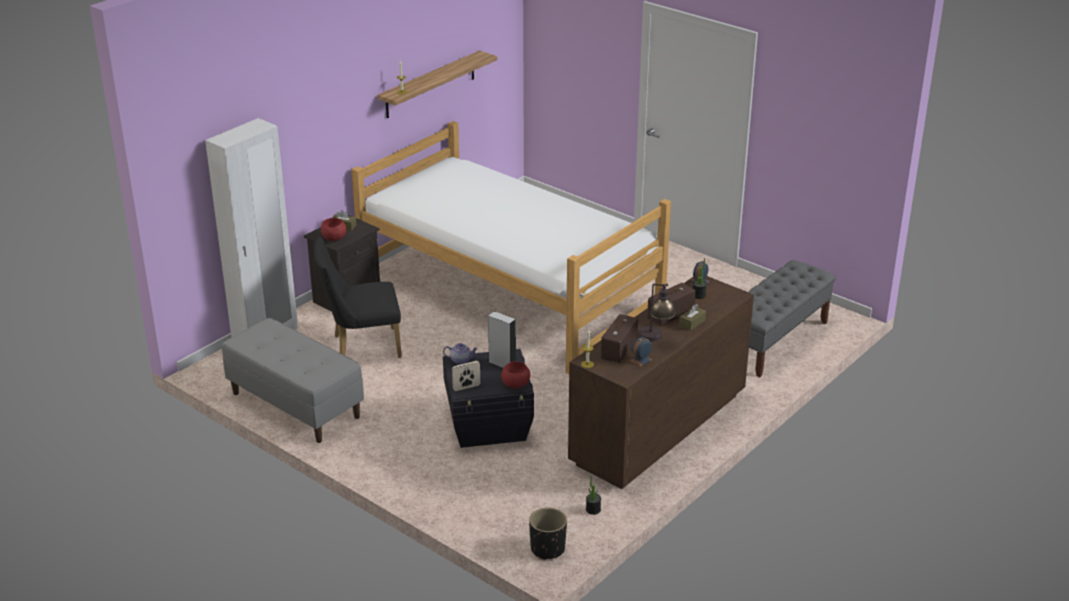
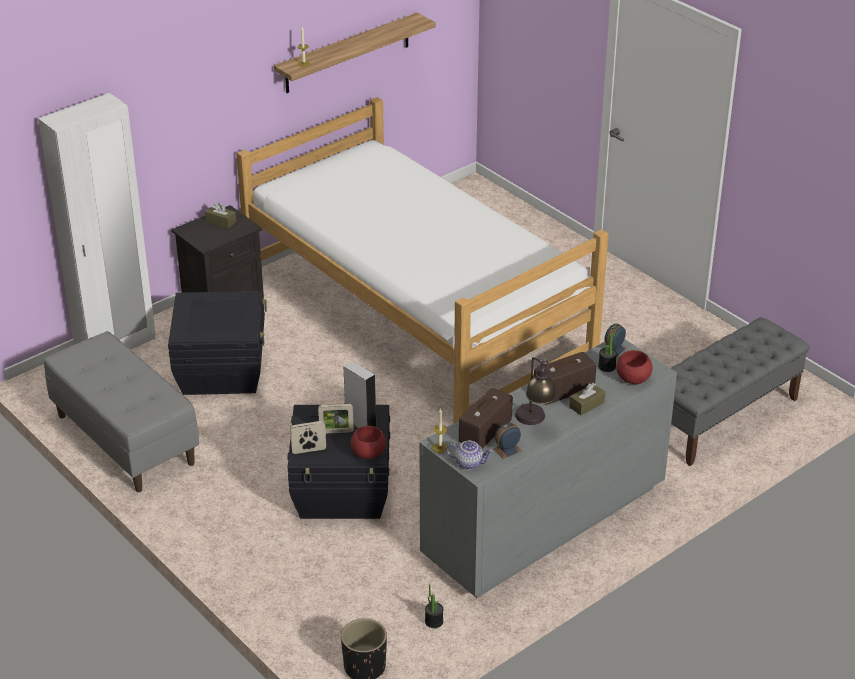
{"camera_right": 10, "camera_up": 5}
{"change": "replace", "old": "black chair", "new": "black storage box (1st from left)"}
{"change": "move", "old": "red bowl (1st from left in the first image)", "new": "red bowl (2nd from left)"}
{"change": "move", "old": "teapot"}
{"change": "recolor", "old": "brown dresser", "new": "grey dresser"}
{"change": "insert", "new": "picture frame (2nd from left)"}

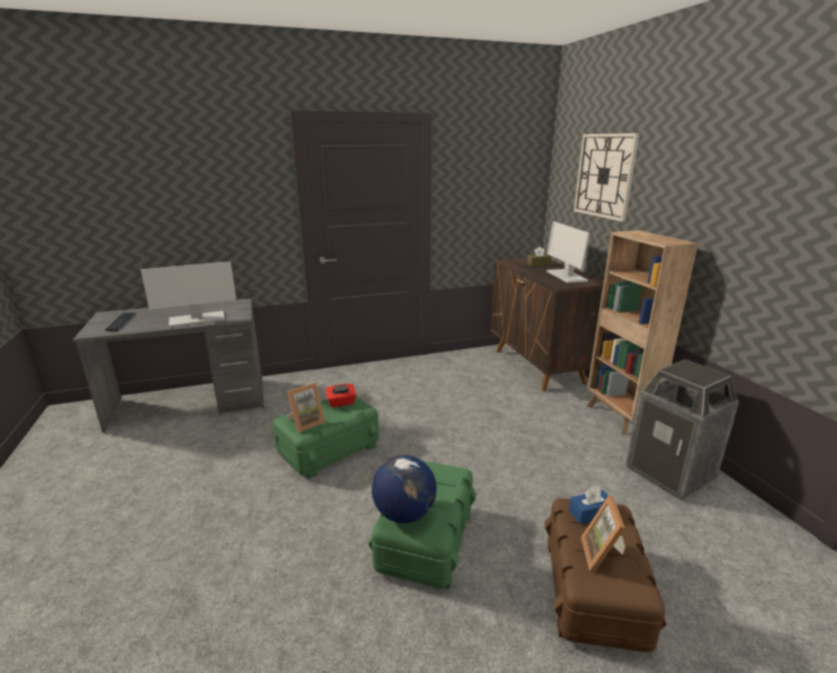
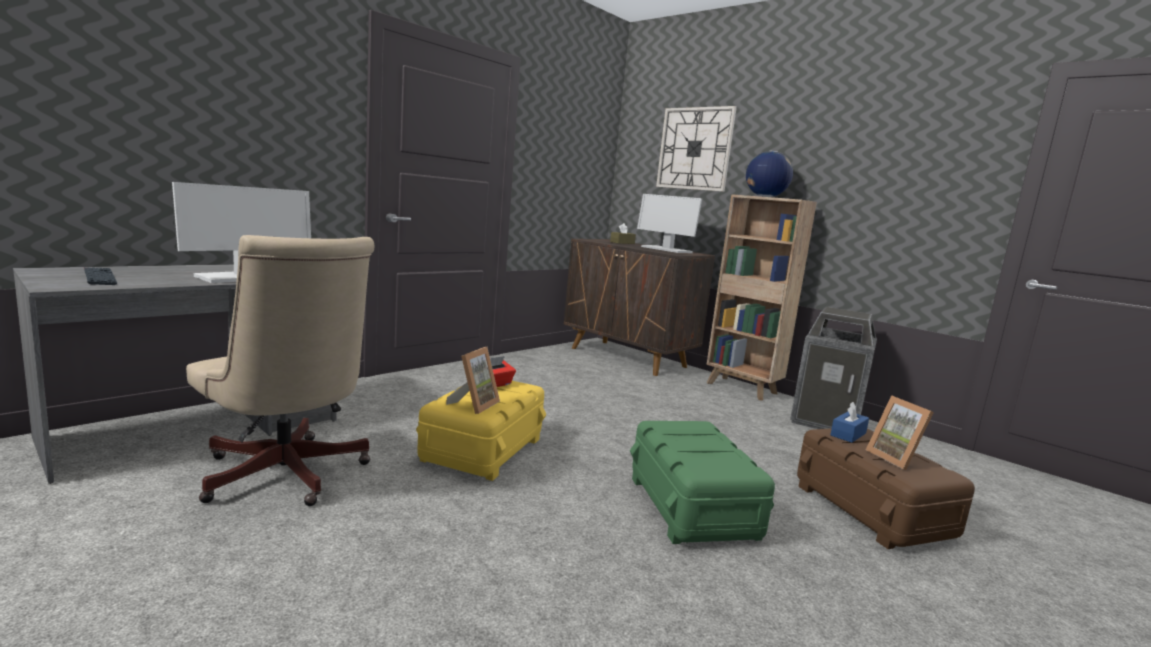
{"camera_right": -30, "camera_up": -10}
{"change": "recolor", "old": "green storage box (1st from left)", "new": "yellow storage box"}
{"change": "move", "old": "globe"}
{"change": "insert", "new": "beige office chair"}

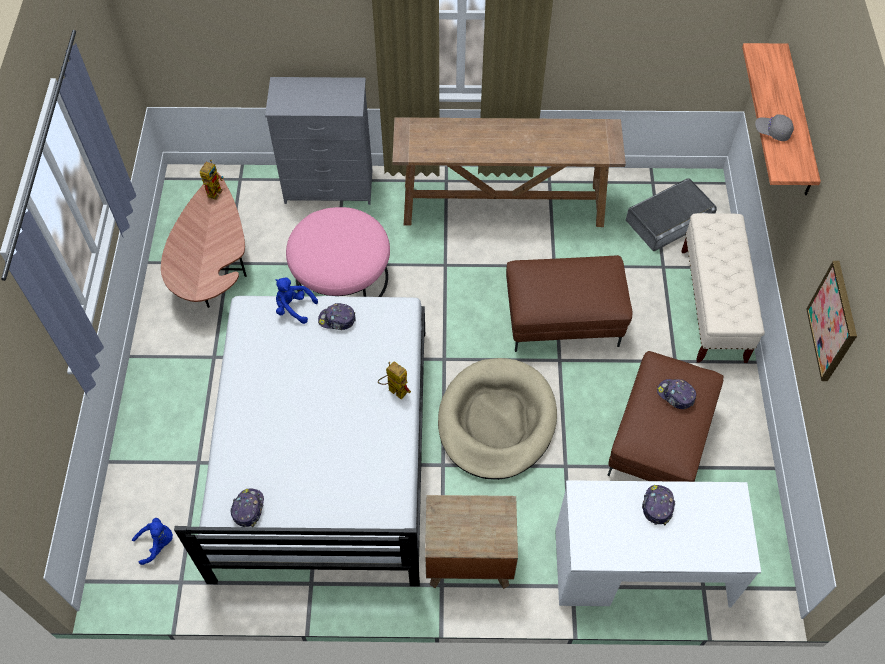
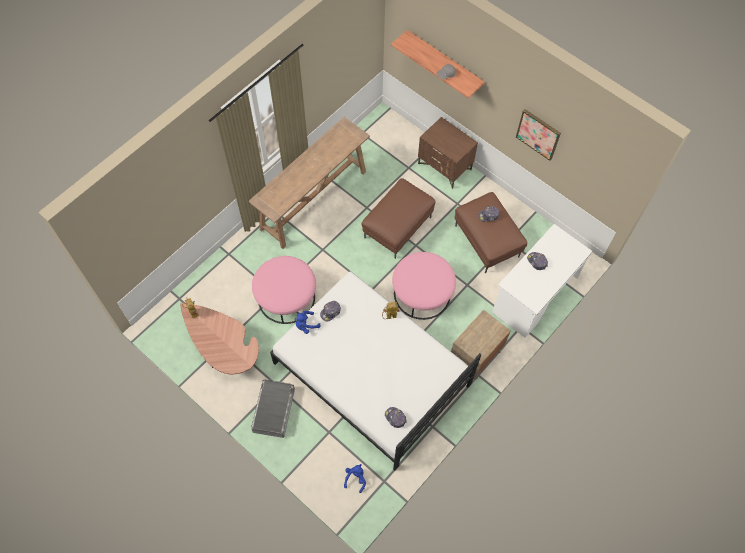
{"camera_right": -50, "camera_up": 5}
{"change": "delete", "old": "grey dresser"}
{"change": "replace", "old": "beige dog bed", "new": "pink ottoman (2nd from left)"}
{"change": "move", "old": "grey storage box"}
{"change": "replace", "old": "beige bench", "new": "brown nightstand (1st from left)"}

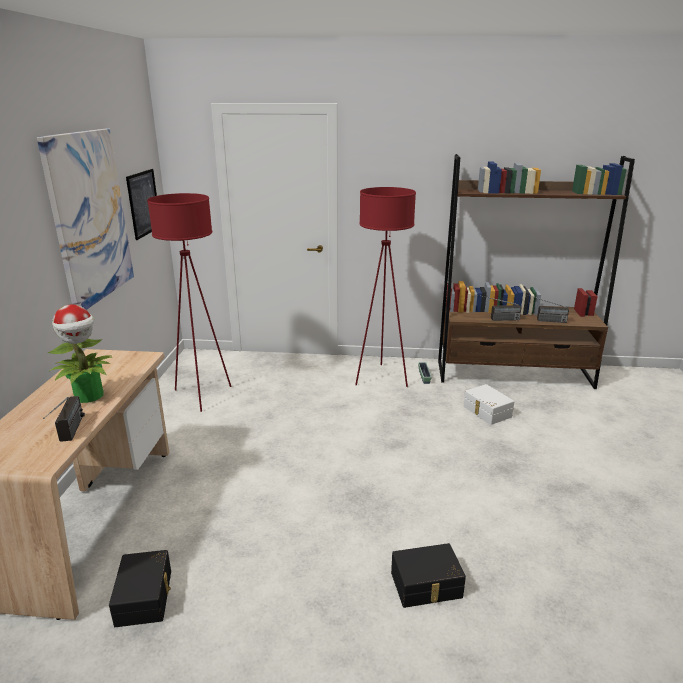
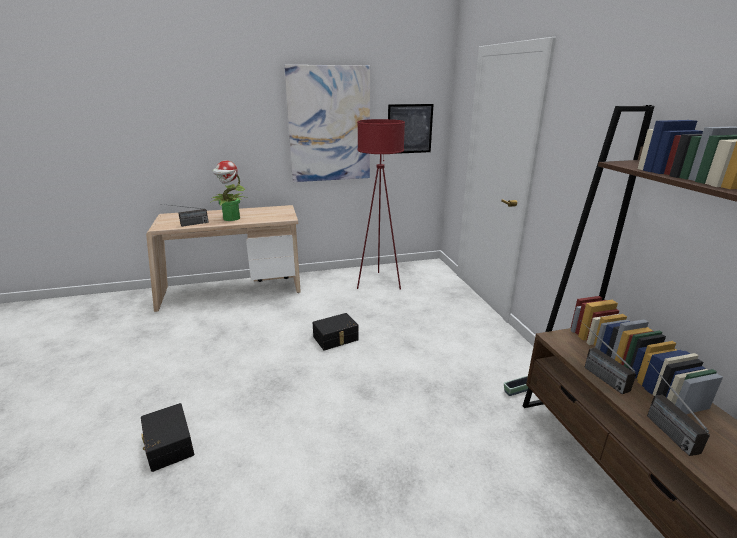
{"camera_right": 70, "camera_up": 0}
{"change": "move", "old": "black storage box (1st from left in the first image)", "new": "black storage box (2nd from left)"}
{"change": "delete", "old": "red floor lamp (2nd from left)"}
{"change": "delete", "old": "white storage box"}

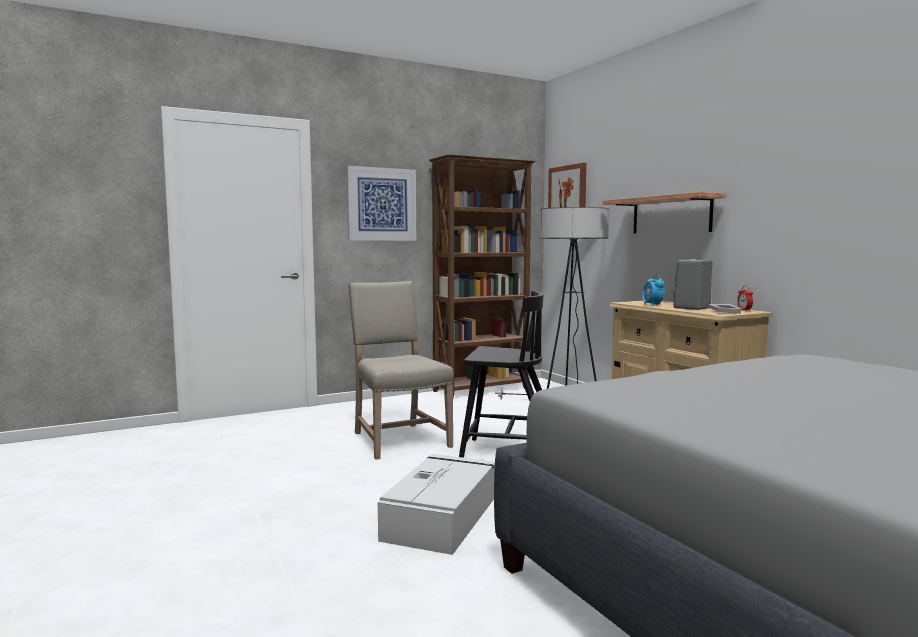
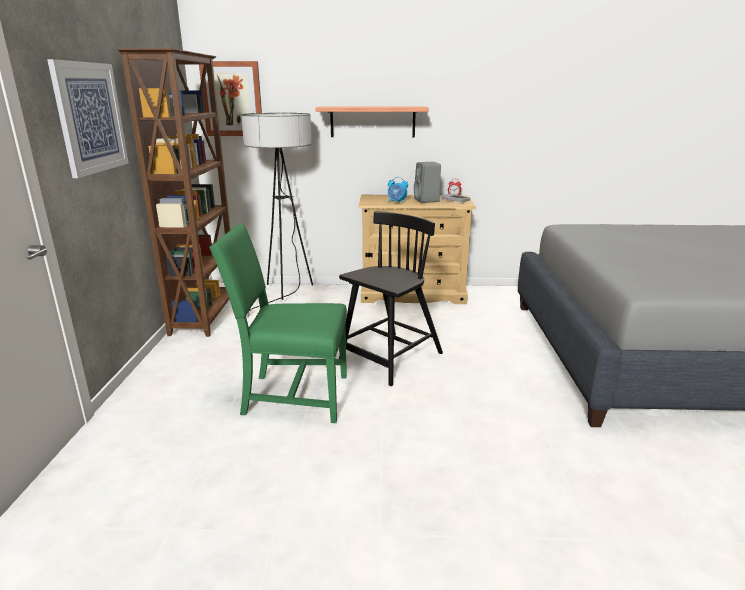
{"camera_right": -60, "camera_up": 15}
{"change": "recolor", "old": "beige chair", "new": "green chair"}
{"change": "delete", "old": "grey storage box"}

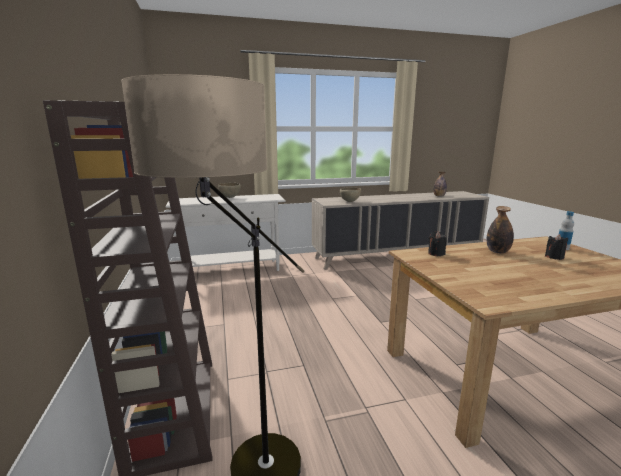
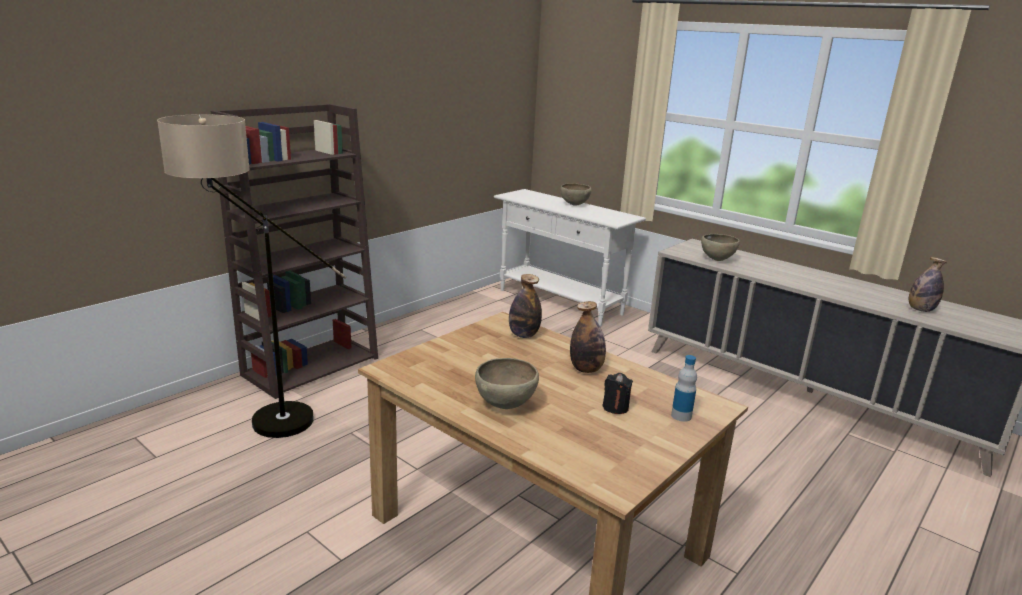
{"camera_right": 55, "camera_up": 5}
{"change": "replace", "old": "black candle (1st from left)", "new": "bottle (1st from left)"}
{"change": "insert", "new": "brown bowl (1st from left)"}

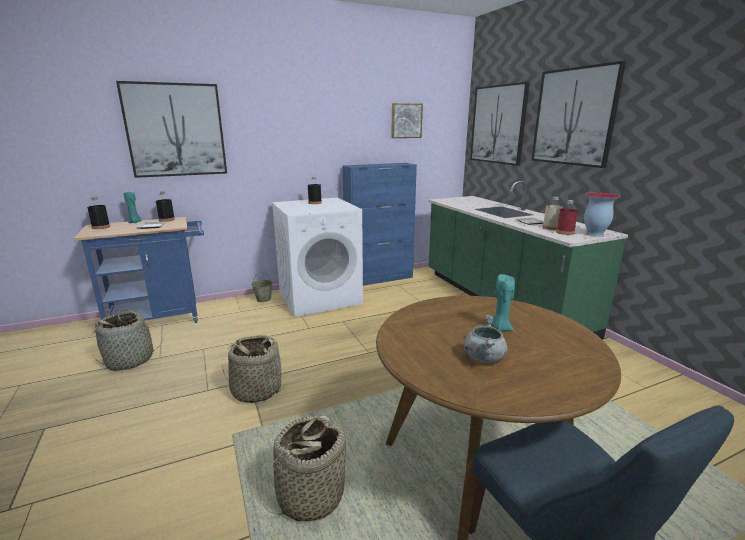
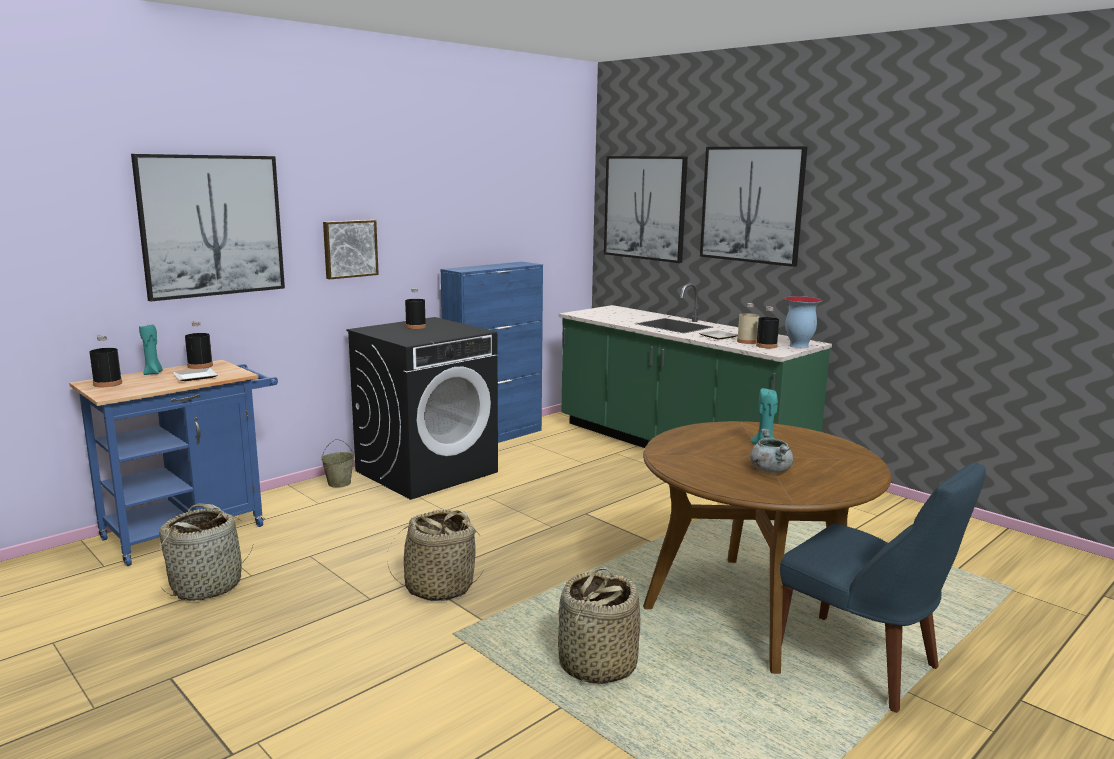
{"camera_right": -20, "camera_up": -5}
{"change": "recolor", "old": "white washing machine", "new": "black washing machine"}
{"change": "move", "old": "picture (2nd from left)"}
{"change": "recolor", "old": "red bottle", "new": "black bottle (4th from left)"}

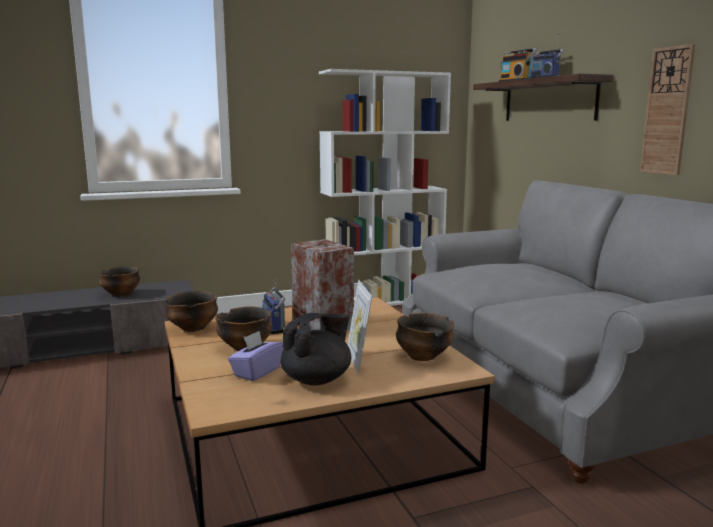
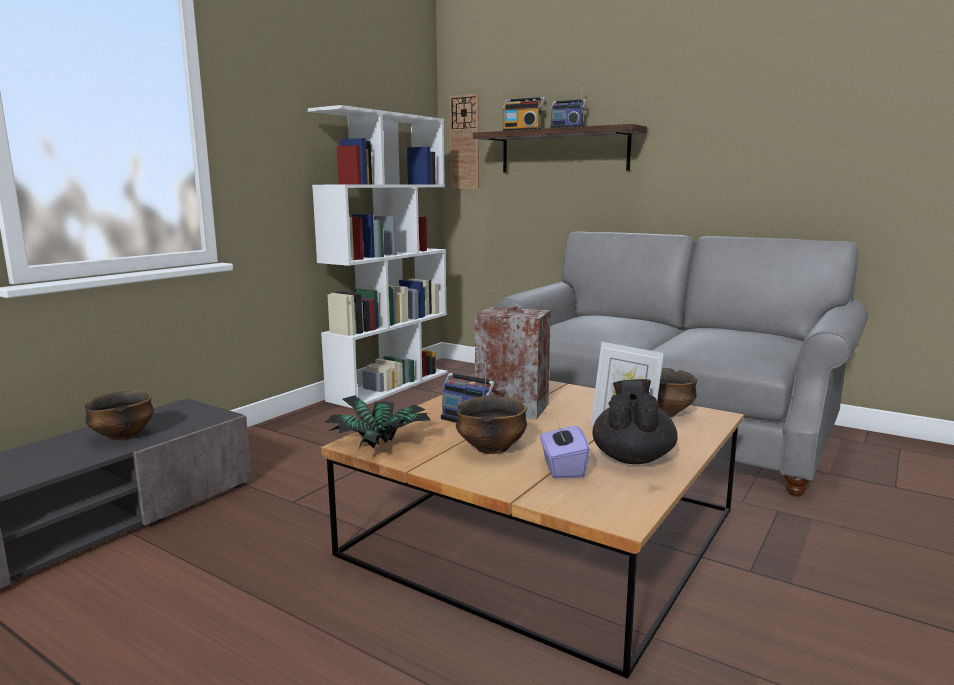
{"camera_right": -35, "camera_up": 0}
{"change": "replace", "old": "bowl (2nd from left)", "new": "potted plant"}
{"change": "move", "old": "wall clock"}

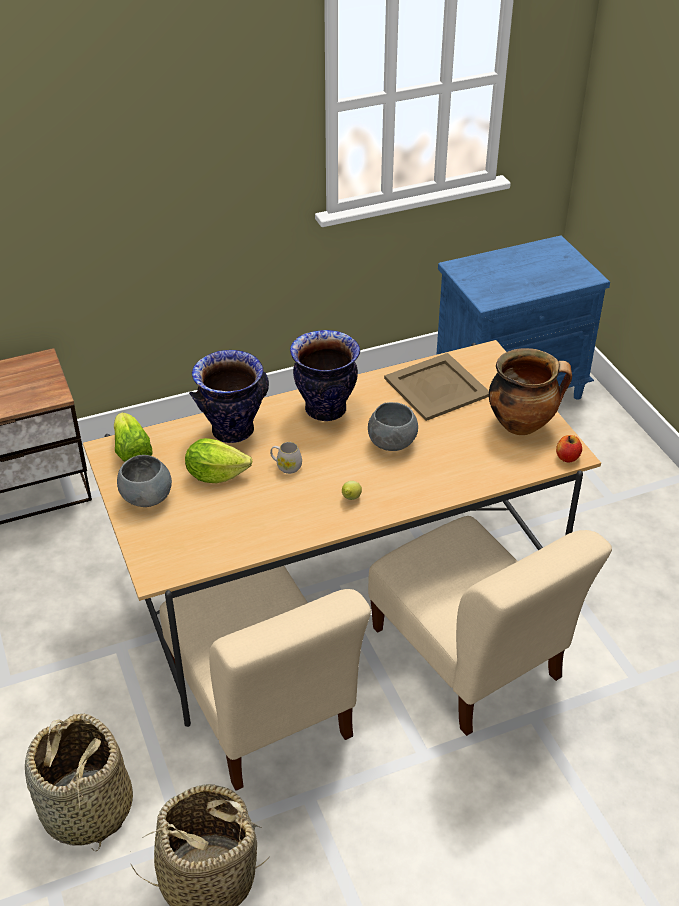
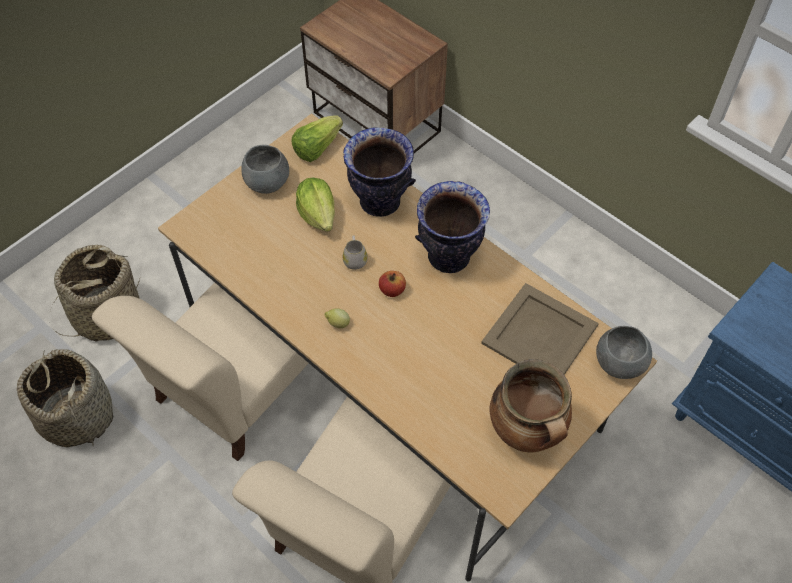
{"camera_right": 65, "camera_up": 15}
{"change": "move", "old": "grey bowl (2nd from left)"}
{"change": "move", "old": "apple"}

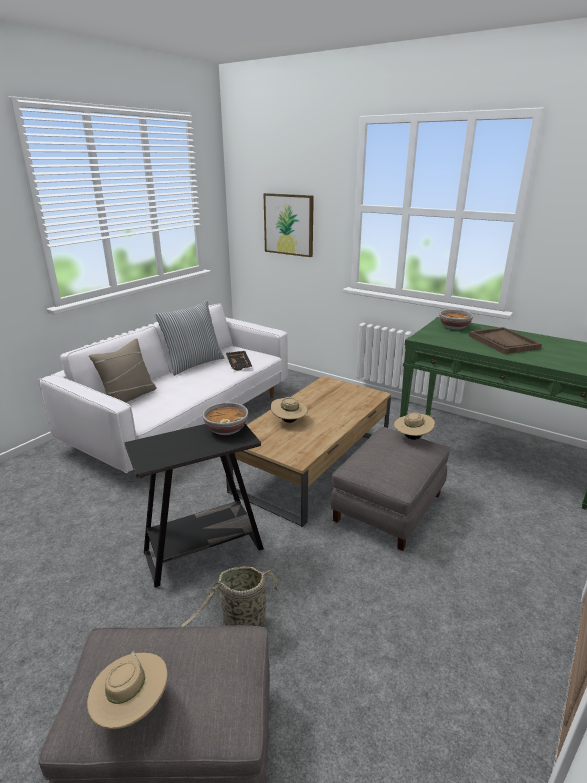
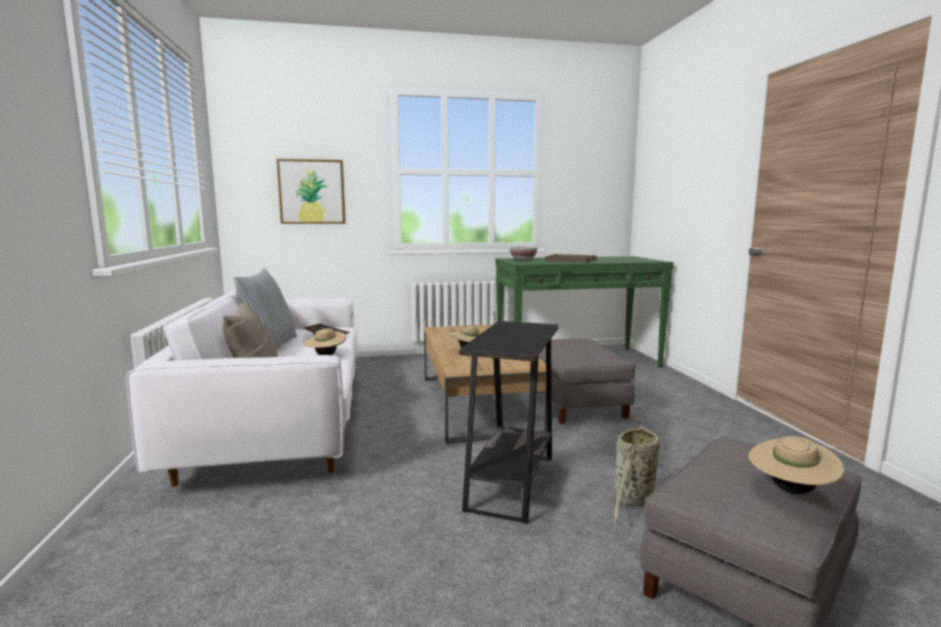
{"camera_right": -45, "camera_up": -15}
{"change": "delete", "old": "bowl (1st from left)"}
{"change": "move", "old": "beige hat (3rd from left in the first image)", "new": "beige hat (1st from left)"}

